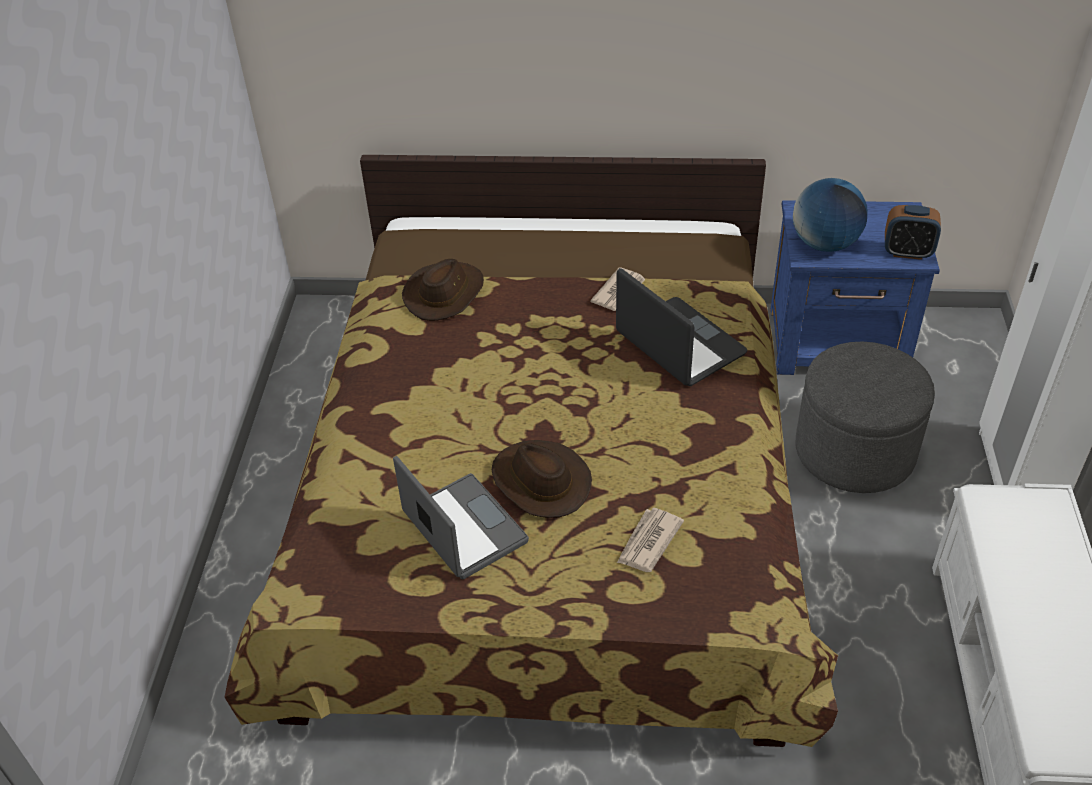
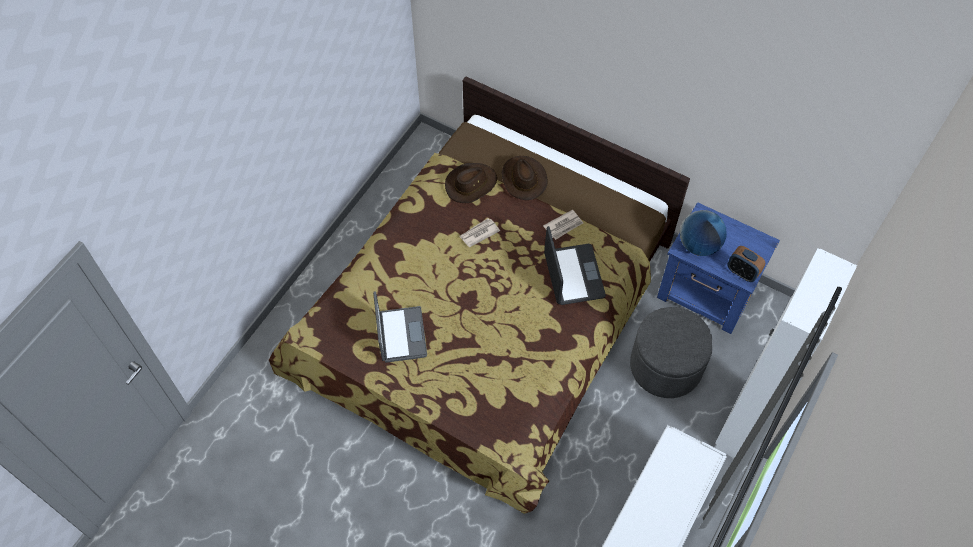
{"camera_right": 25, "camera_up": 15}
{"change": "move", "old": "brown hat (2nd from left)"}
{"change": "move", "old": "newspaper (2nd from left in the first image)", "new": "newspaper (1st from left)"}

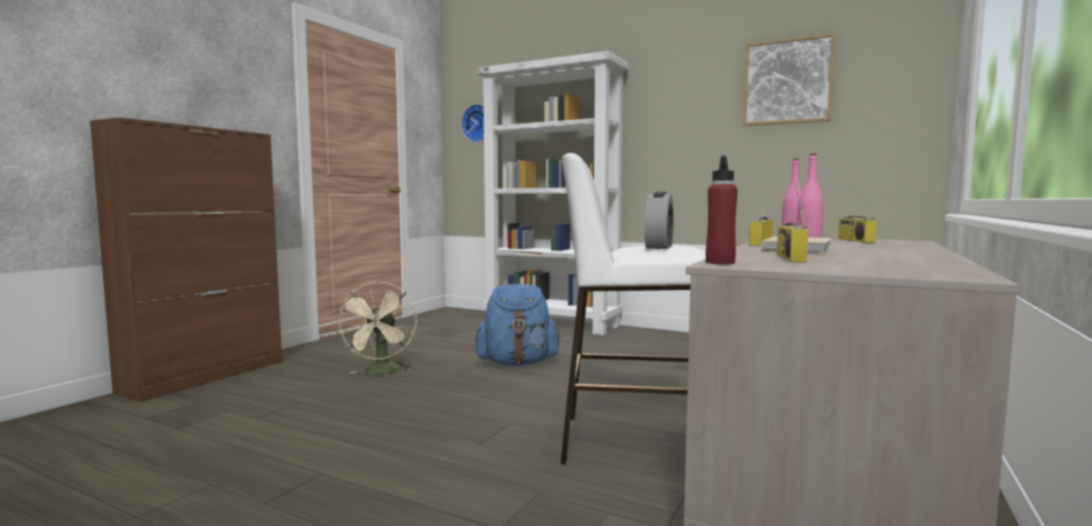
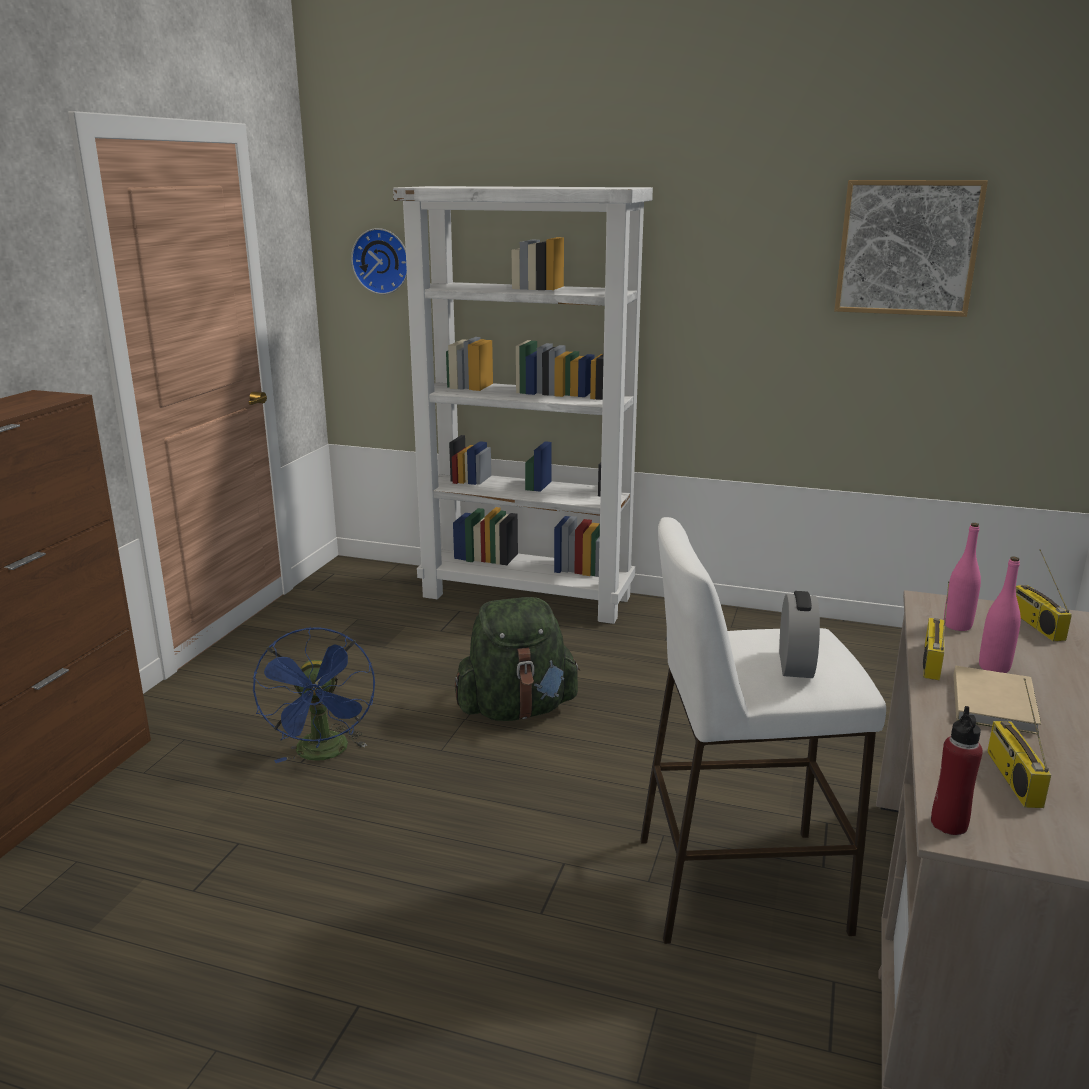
{"camera_right": -10, "camera_up": 15}
{"change": "recolor", "old": "beige fan", "new": "blue fan"}
{"change": "recolor", "old": "blue backpack", "new": "green backpack"}

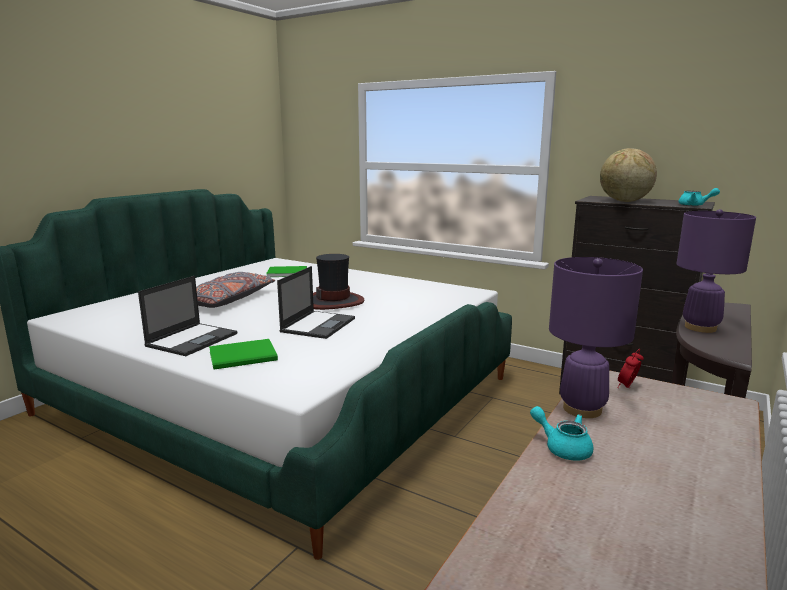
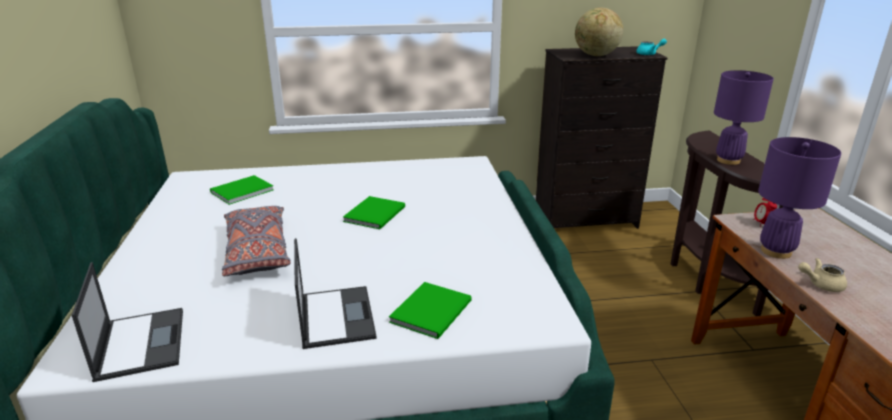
{"camera_right": -40, "camera_up": 10}
{"change": "move", "old": "laptop (2nd from left in the first image)", "new": "laptop (1st from left)"}
{"change": "replace", "old": "hat", "new": "green book (2nd from left)"}
{"change": "recolor", "old": "turquoise teapot (1st from left)", "new": "beige teapot"}

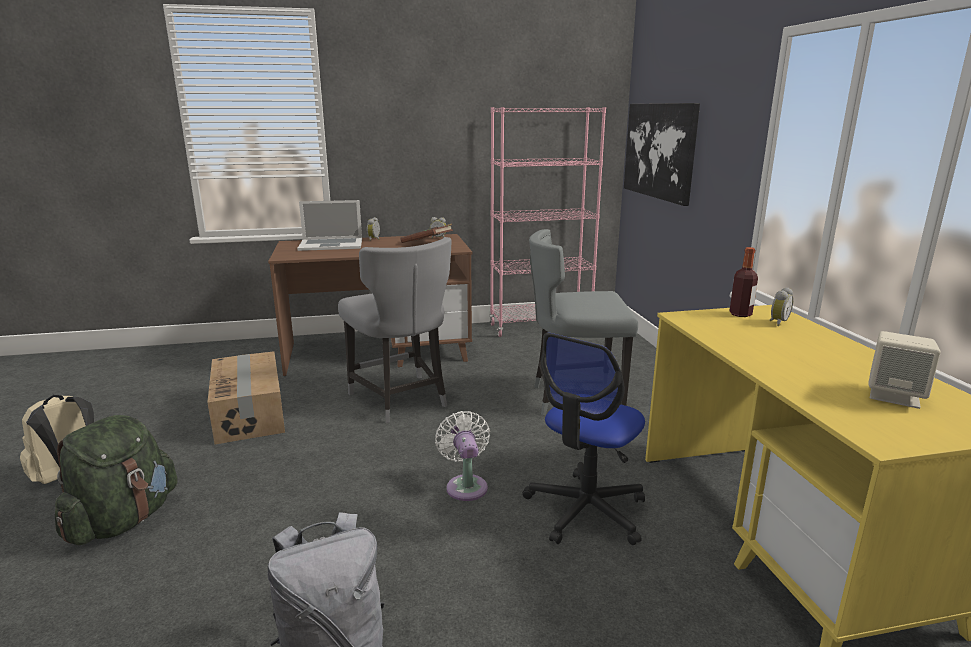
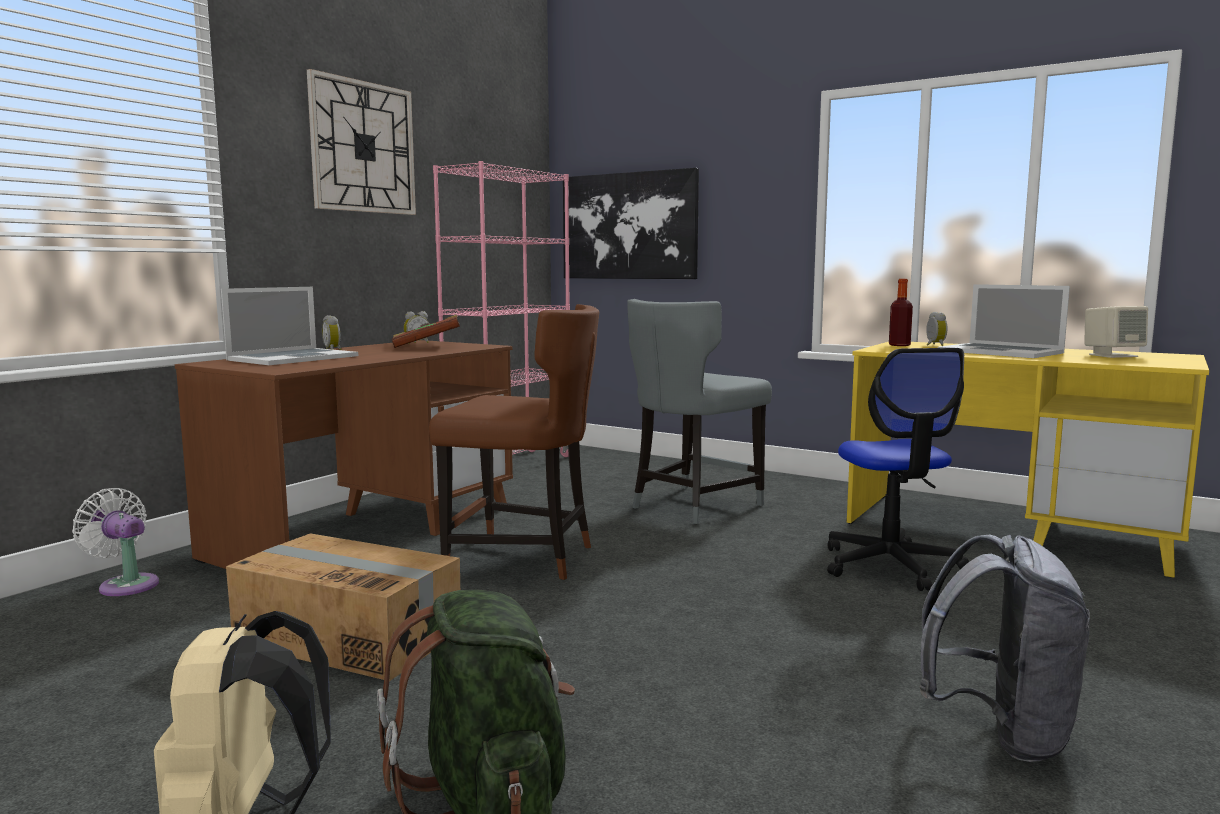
{"camera_right": -45, "camera_up": -10}
{"change": "recolor", "old": "grey chair (1st from left)", "new": "brown chair"}
{"change": "move", "old": "white fan"}
{"change": "insert", "new": "wall clock"}
{"change": "insert", "new": "laptop (2nd from left)"}

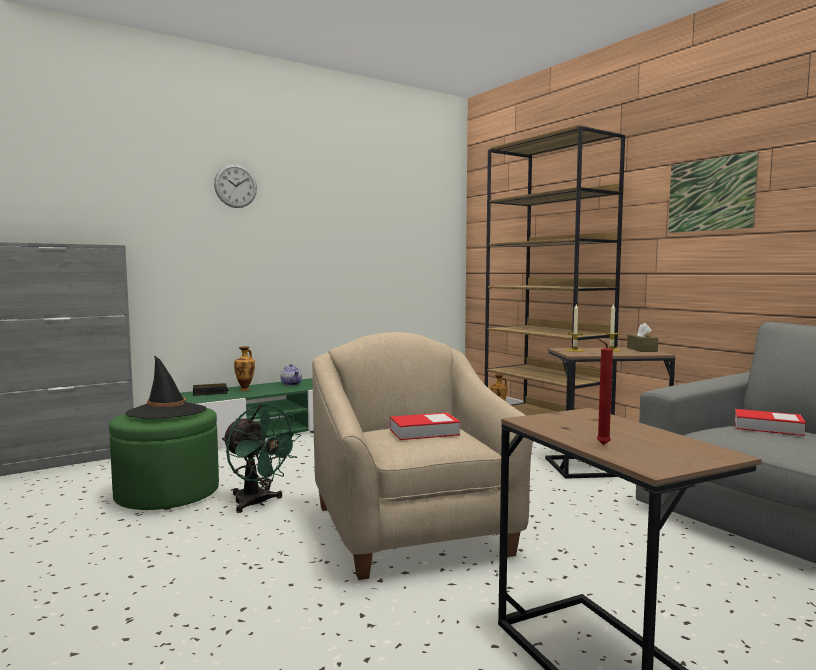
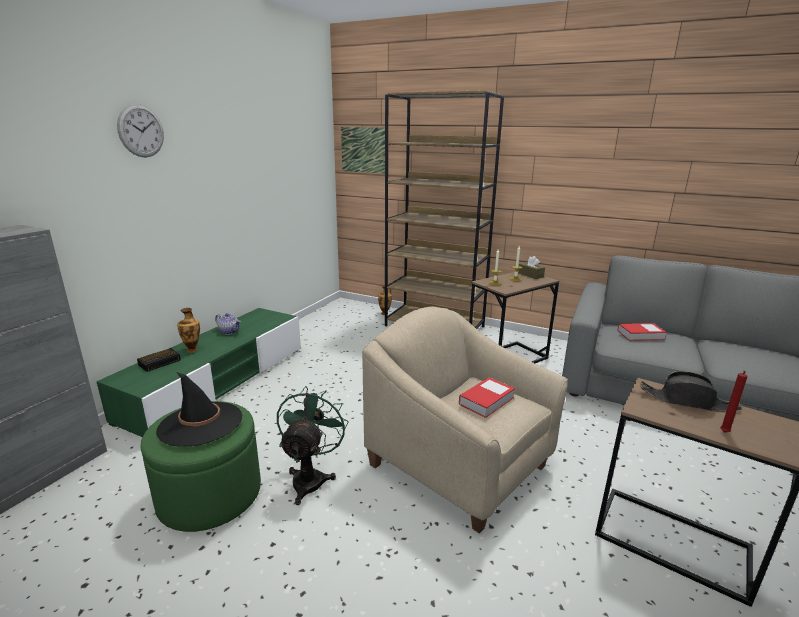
{"camera_right": -30, "camera_up": 15}
{"change": "rotate", "old": "green fan", "degrees": -90}
{"change": "move", "old": "picture"}
{"change": "insert", "new": "black hat (2nd from left)"}

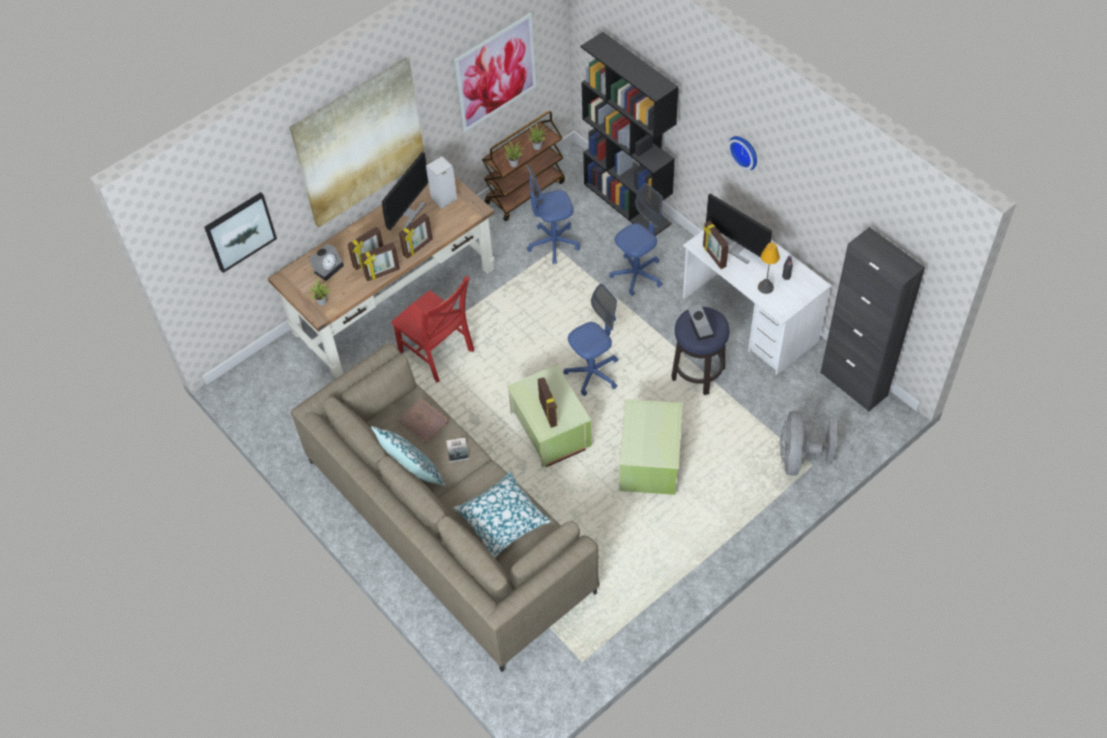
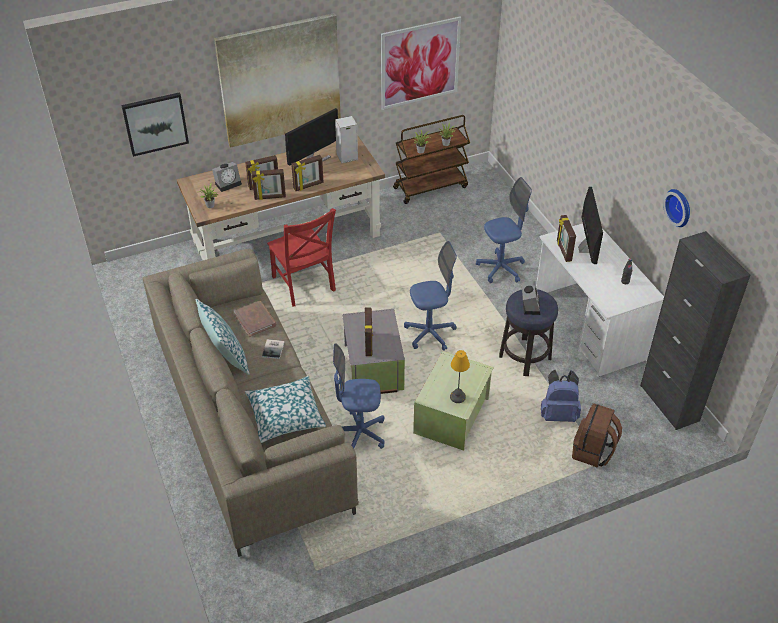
{"camera_right": 15, "camera_up": -10}
{"change": "recolor", "old": "green storage box (1st from left)", "new": "grey storage box"}
{"change": "move", "old": "blue office chair (1st from left)"}
{"change": "delete", "old": "black bookcase"}
{"change": "rotate", "old": "monitor (2nd from left)", "degrees": -150}
{"change": "move", "old": "wall clock"}
{"change": "move", "old": "table lamp"}
{"change": "replace", "old": "grey fan", "new": "brown backpack"}
{"change": "insert", "new": "blue backpack"}

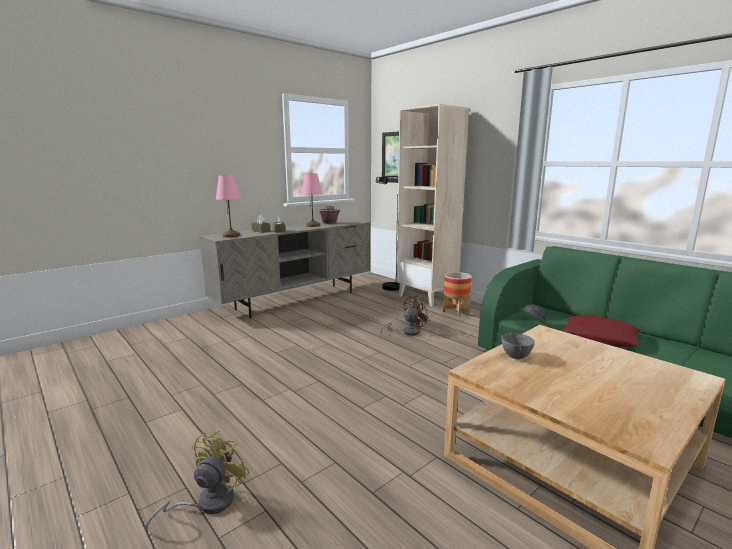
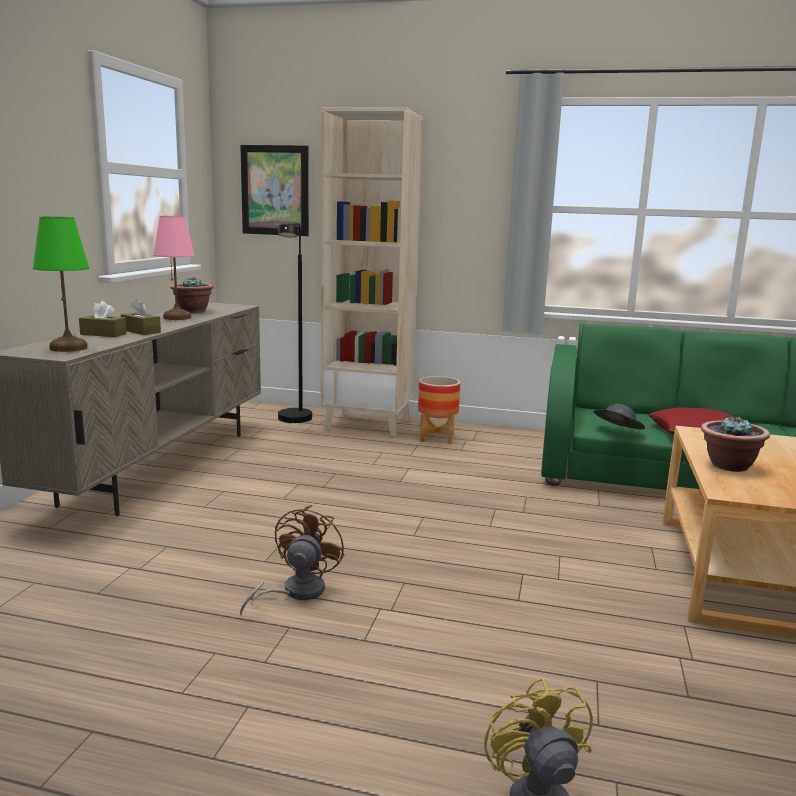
{"camera_right": -35, "camera_up": 0}
{"change": "recolor", "old": "pink table lamp (1st from left)", "new": "green table lamp"}
{"change": "move", "old": "brown fan"}
{"change": "replace", "old": "grey bowl", "new": "potted plant (2nd from left)"}

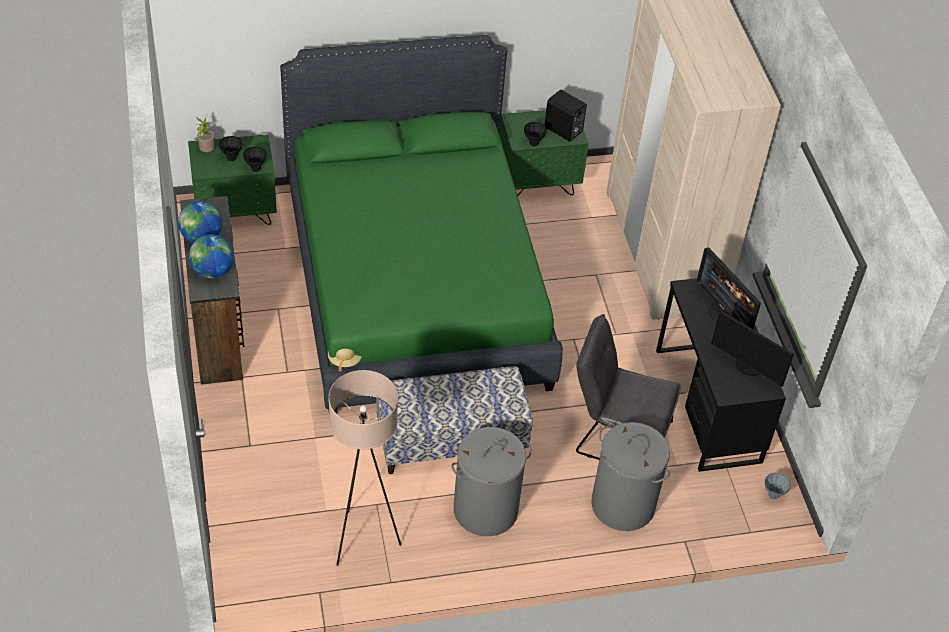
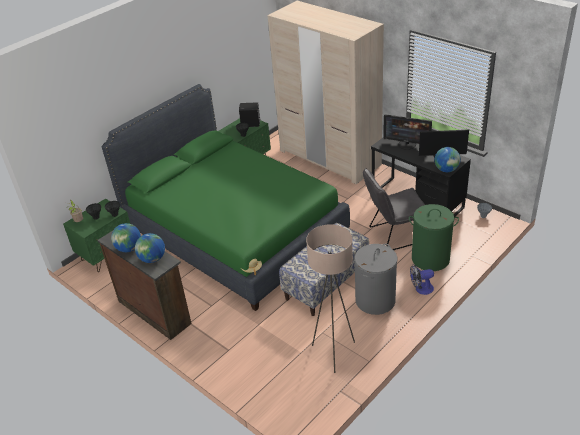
{"camera_right": -30, "camera_up": -10}
{"change": "recolor", "old": "grey laundry basket (2nd from left)", "new": "green laundry basket"}
{"change": "insert", "new": "fan"}
{"change": "insert", "new": "globe (3rd from left)"}

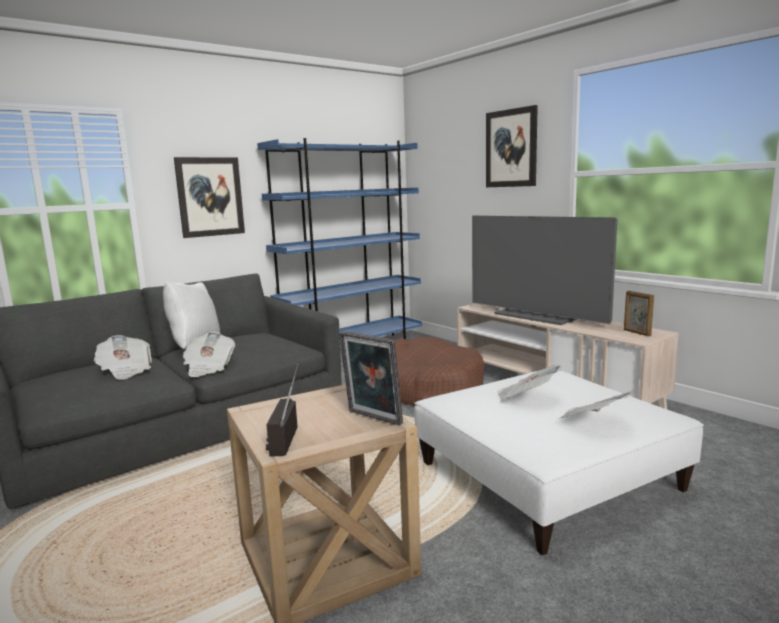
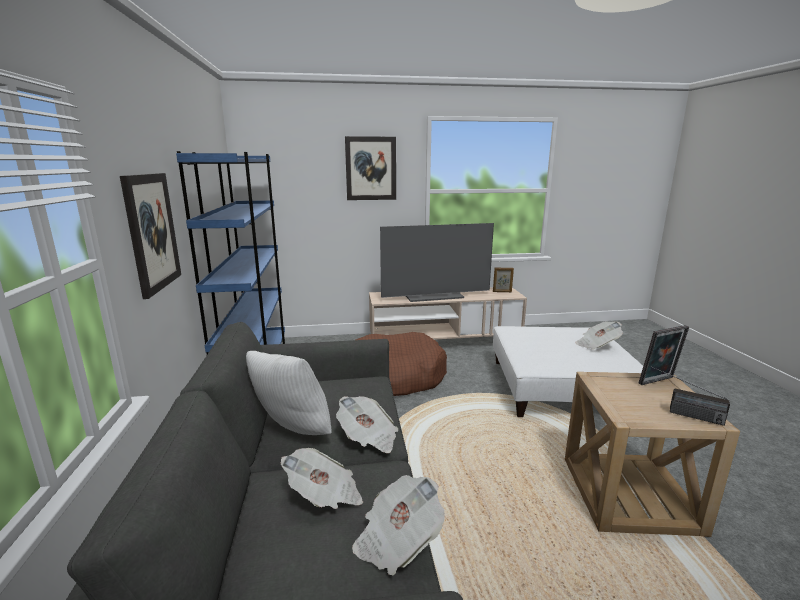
{"camera_right": -60, "camera_up": 5}
{"change": "move", "old": "newspaper (3rd from left)"}

